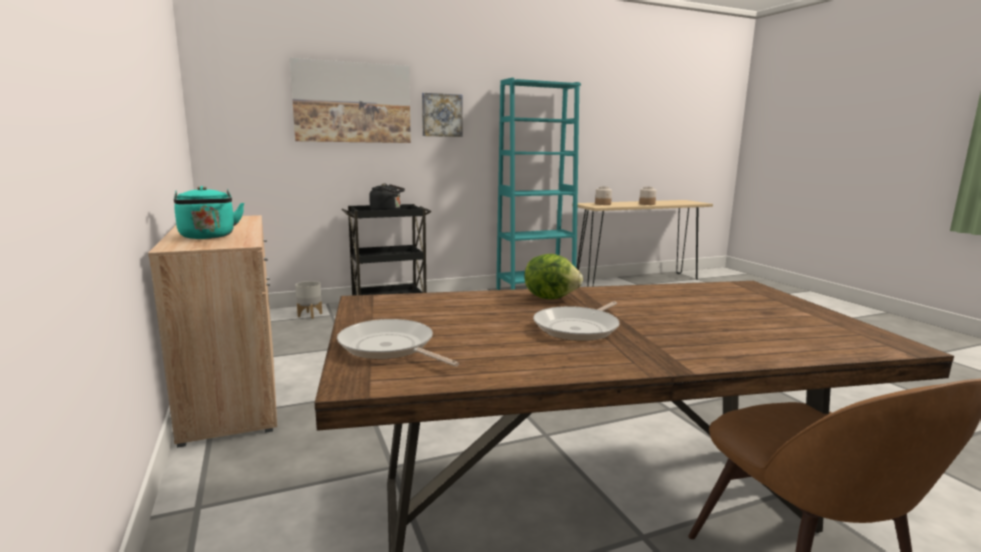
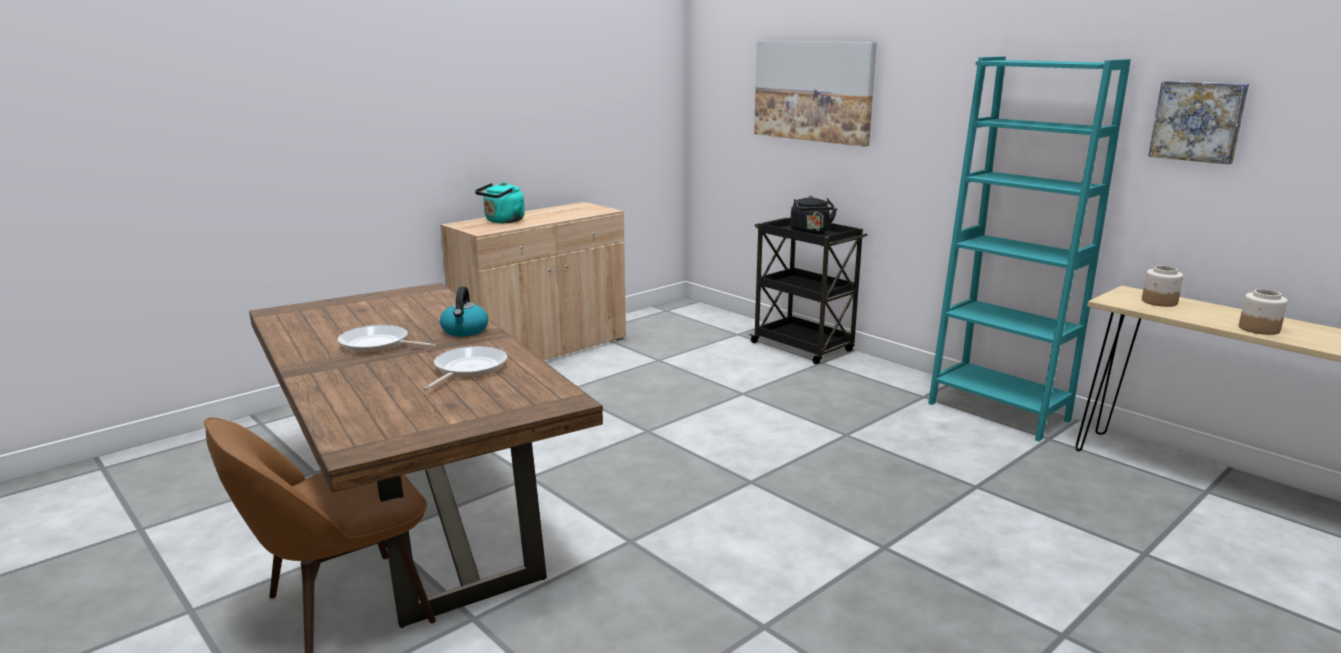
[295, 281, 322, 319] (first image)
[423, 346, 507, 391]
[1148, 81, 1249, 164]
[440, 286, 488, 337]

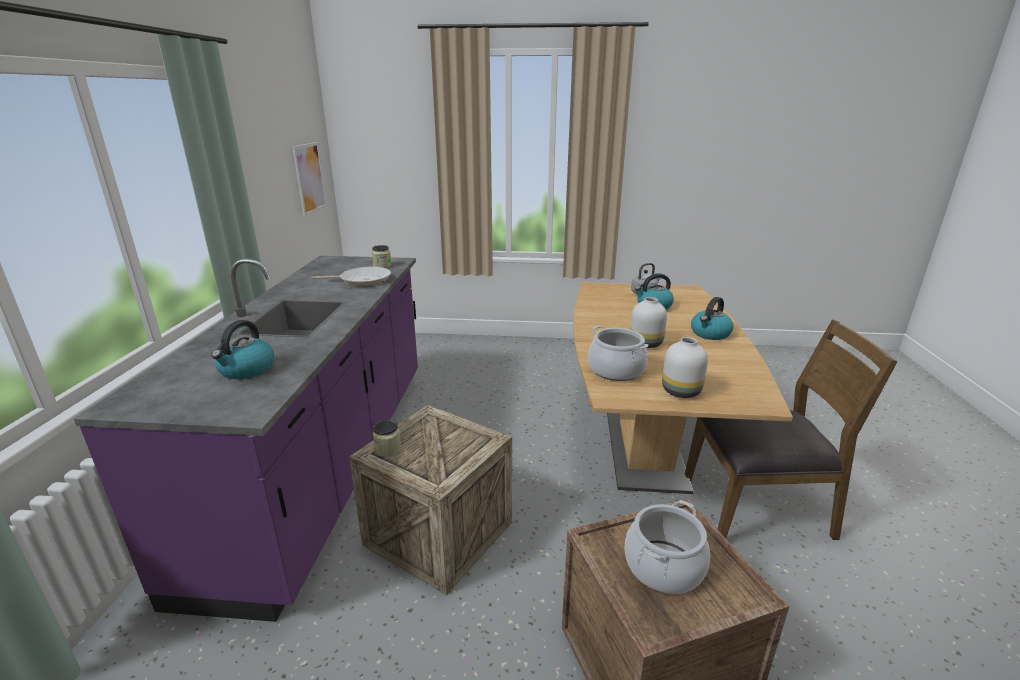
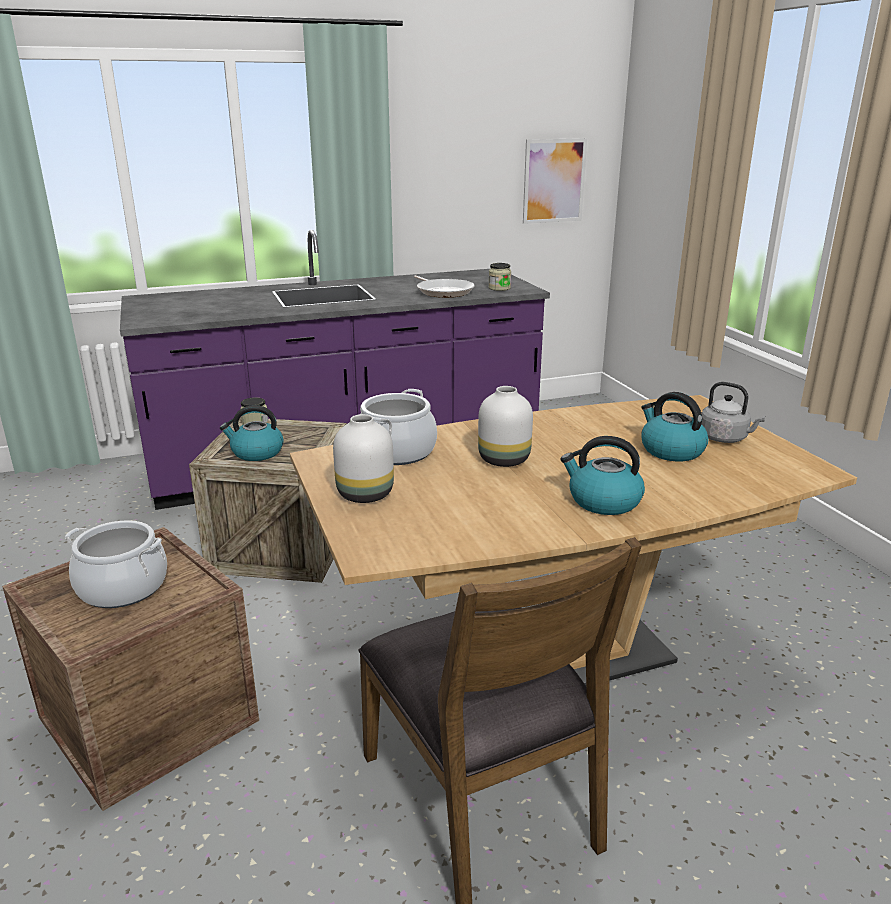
[220, 405, 284, 461]

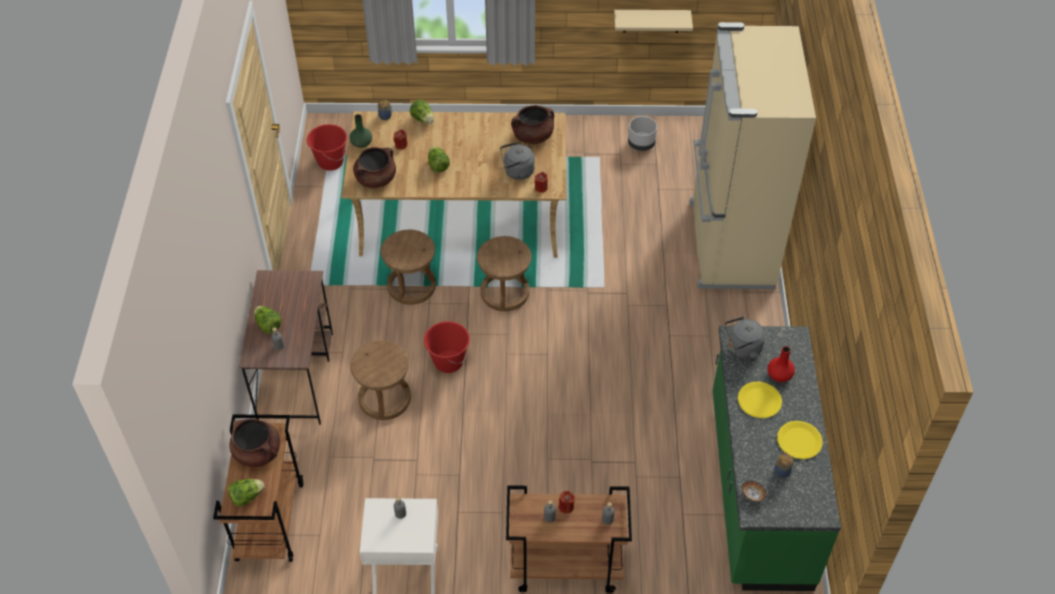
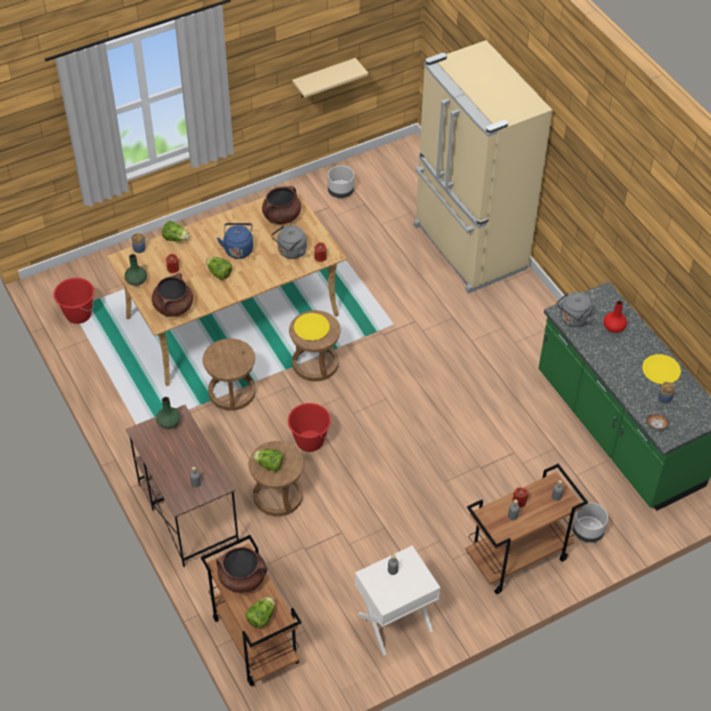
[156, 397, 181, 429]
[217, 223, 253, 259]
[573, 503, 608, 543]
[253, 449, 283, 472]
[294, 313, 330, 341]

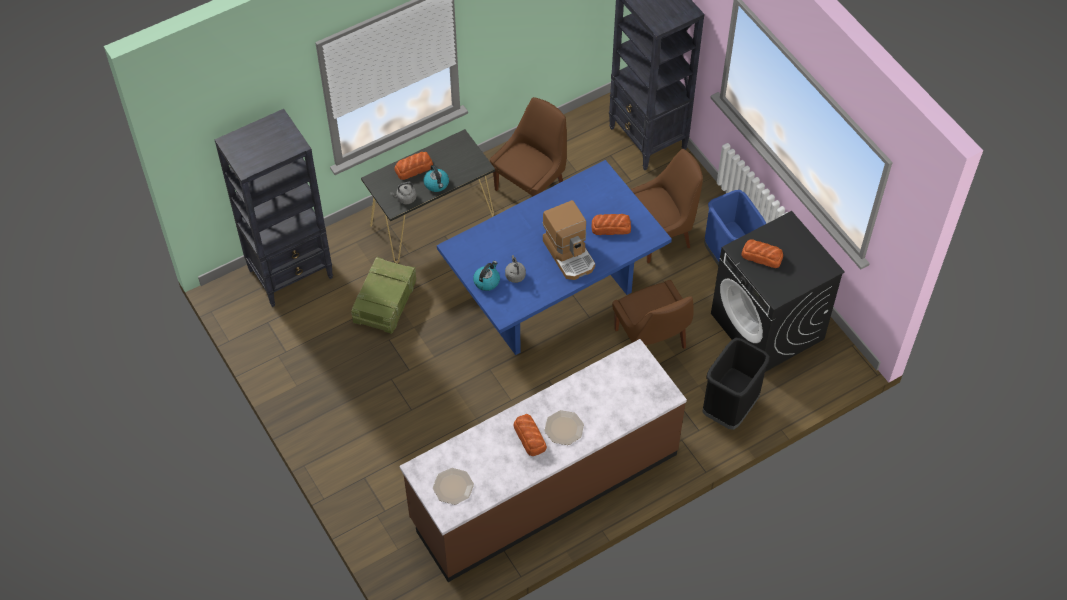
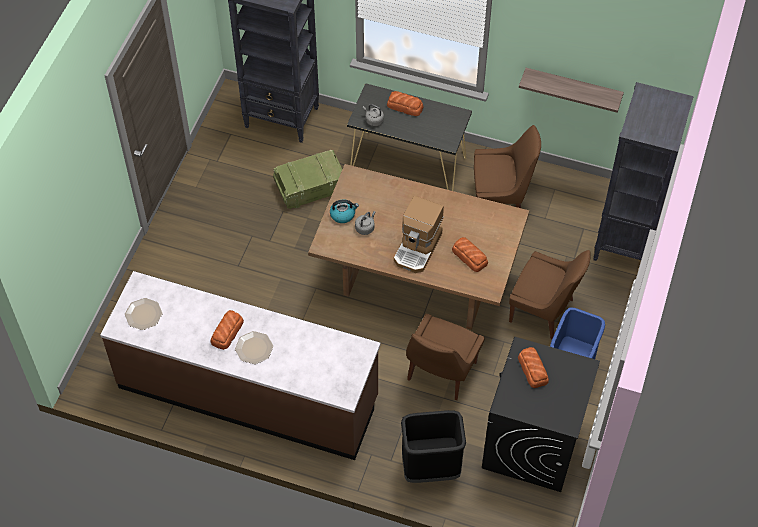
[424, 165, 449, 192] (first image)
[519, 68, 624, 113]
[308, 164, 529, 330]

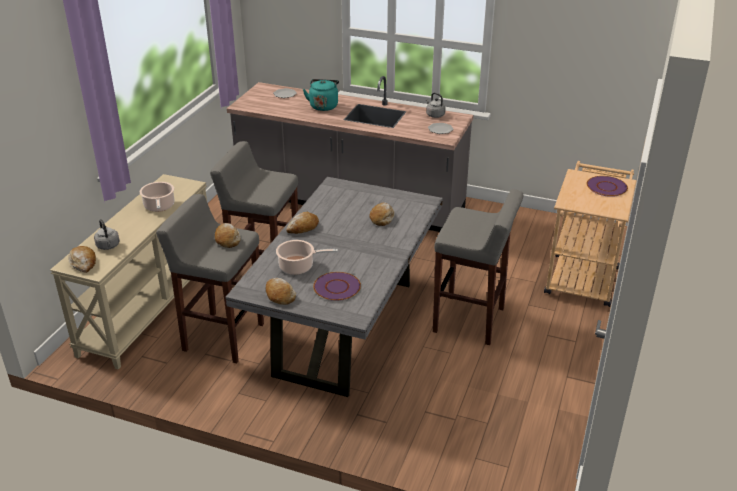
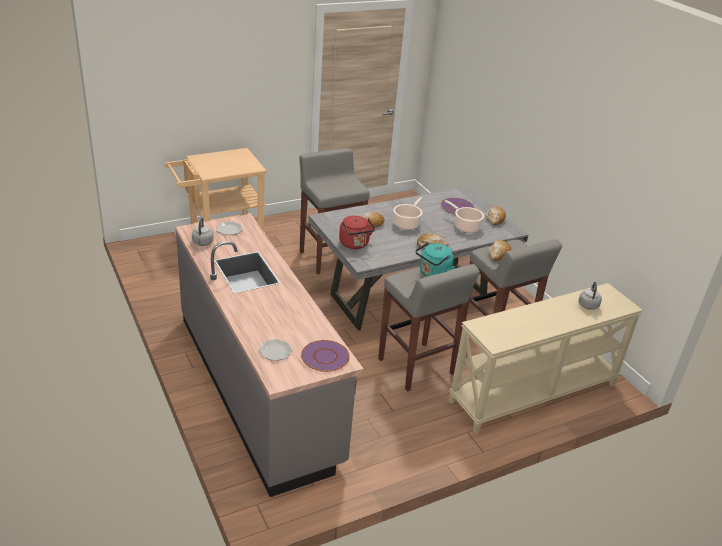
[68, 246, 96, 273] (first image)
[339, 216, 376, 249]
[393, 197, 423, 230]
[415, 242, 455, 277]
[301, 340, 350, 372]

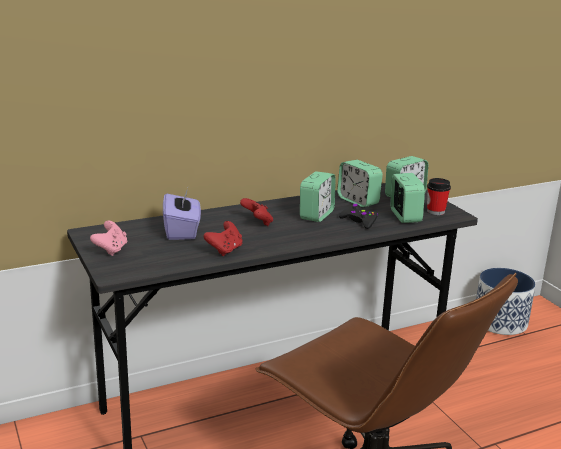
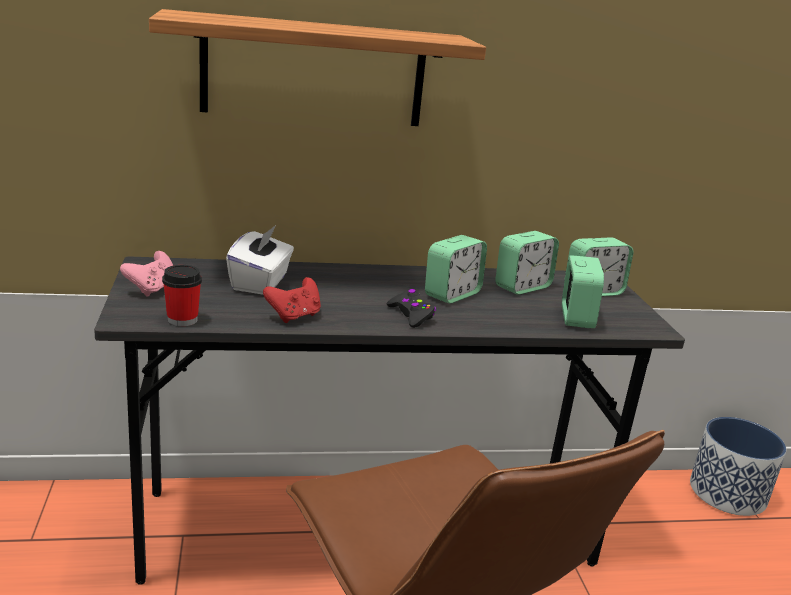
[240, 198, 273, 226] (first image)
[149, 9, 486, 126]
[387, 289, 436, 328]
[162, 265, 202, 326]
[226, 225, 294, 295]
[495, 231, 559, 295]

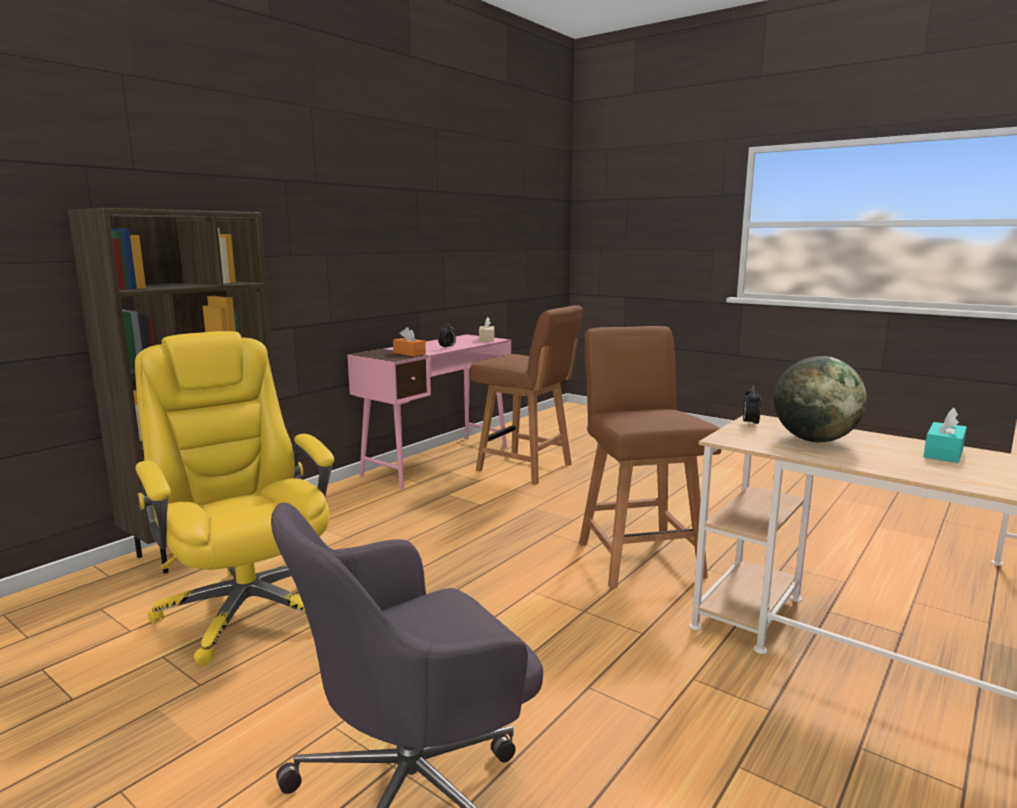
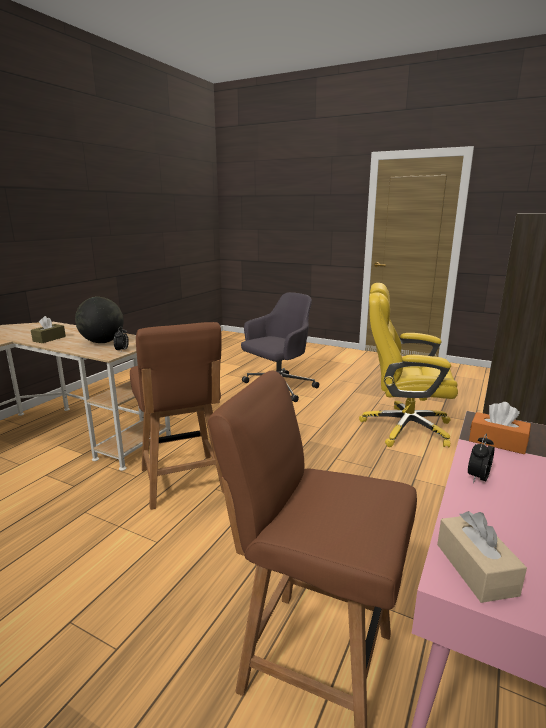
[31, 316, 66, 343]
[359, 283, 458, 447]

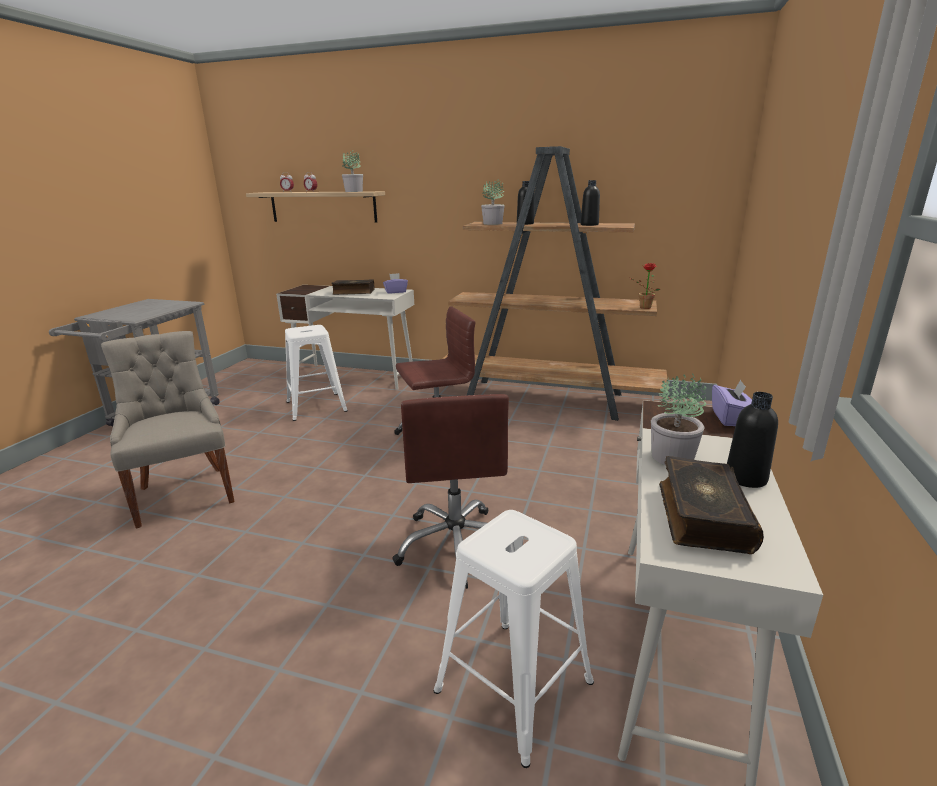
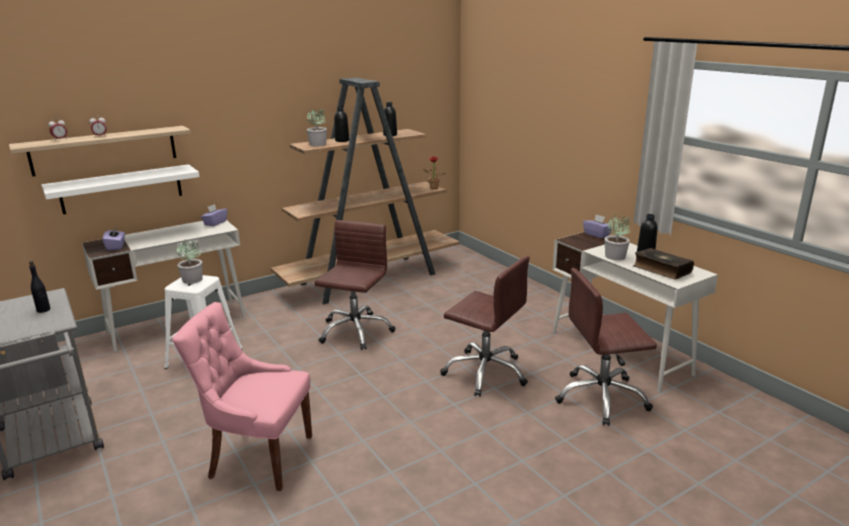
[331, 279, 375, 295] (first image)
[29, 261, 51, 313]
[42, 164, 200, 214]
[103, 226, 125, 251]
[176, 240, 202, 284]
[555, 268, 657, 426]
[172, 302, 312, 491]

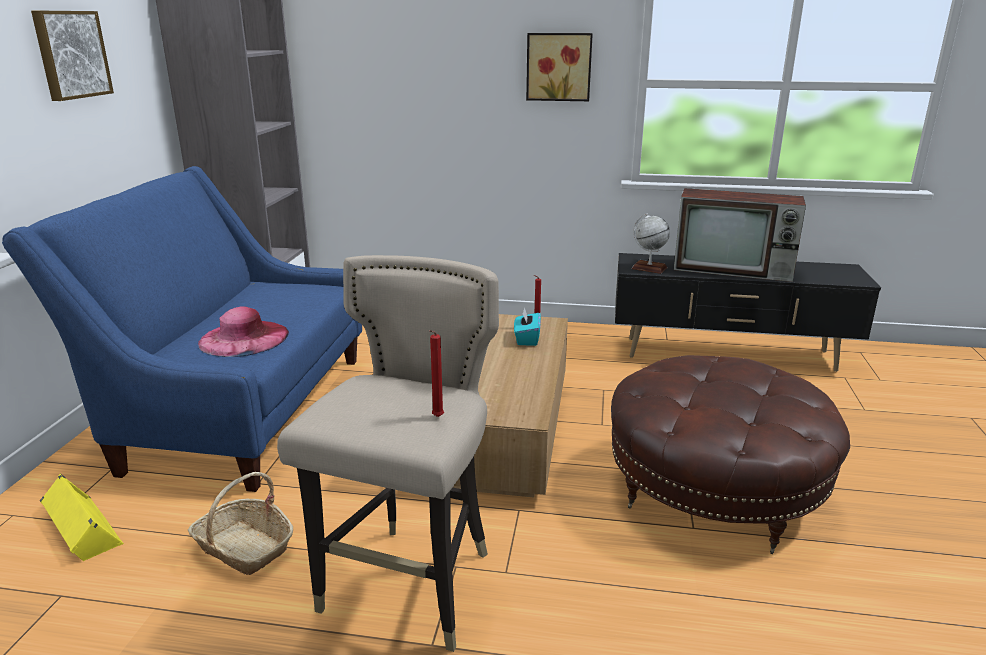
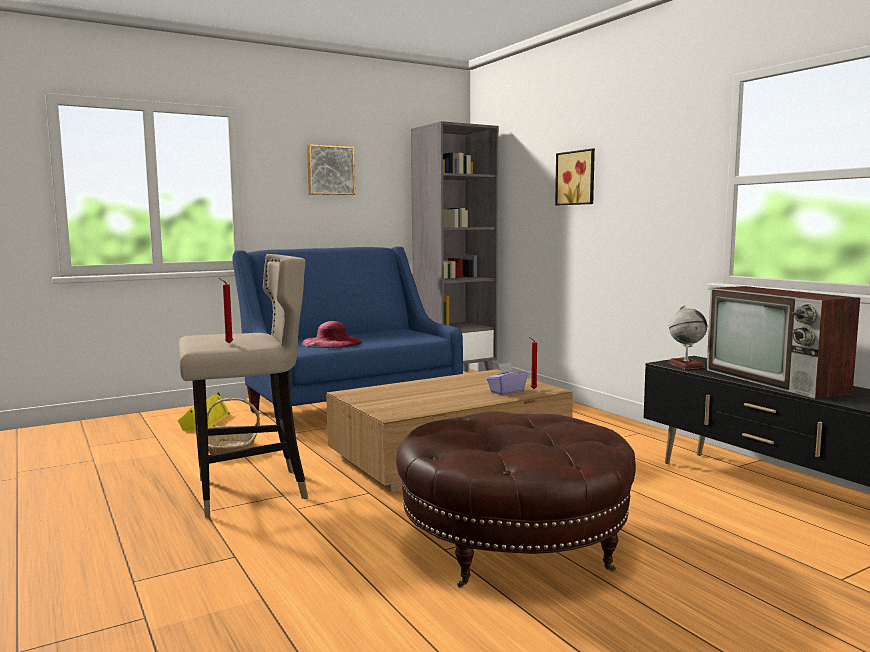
[555, 148, 595, 206]
[487, 362, 528, 395]

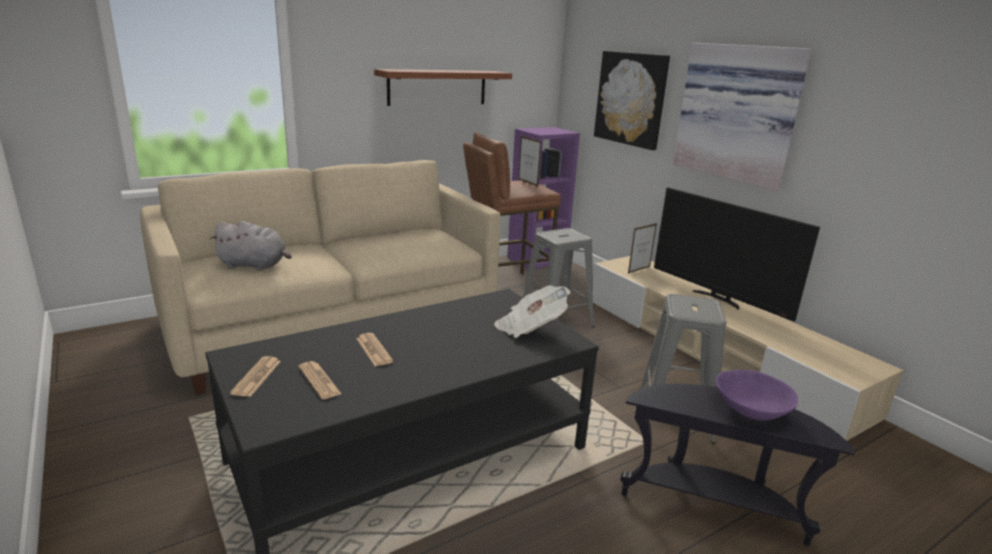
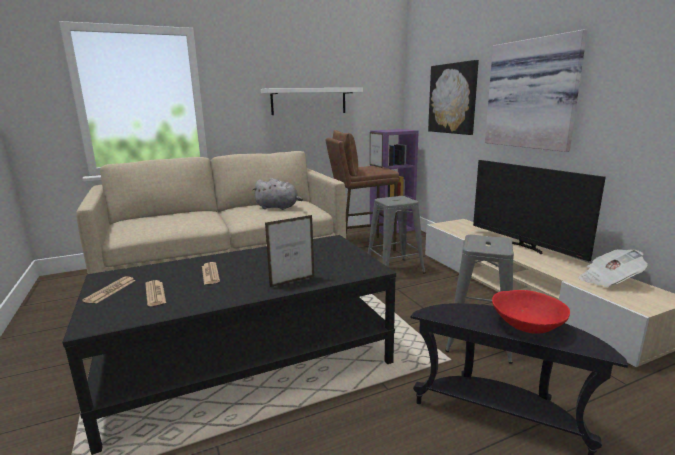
[253, 178, 303, 210]
[578, 249, 648, 287]
[265, 215, 315, 287]
[261, 88, 363, 115]
[492, 290, 570, 334]

